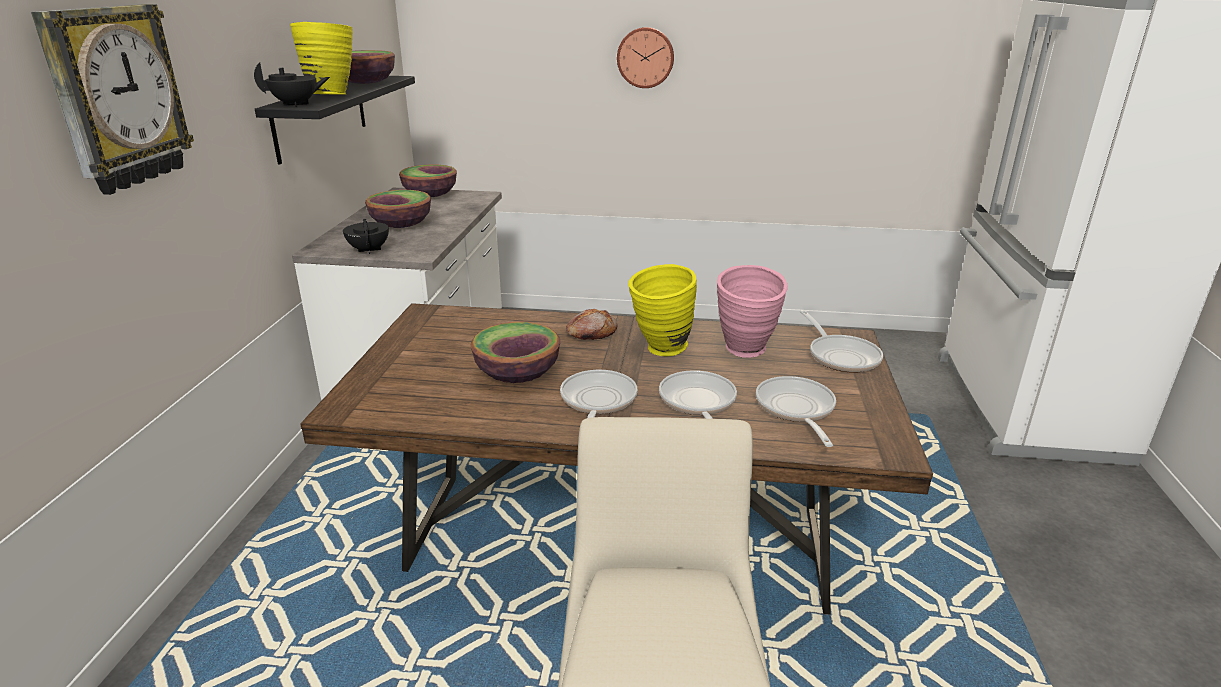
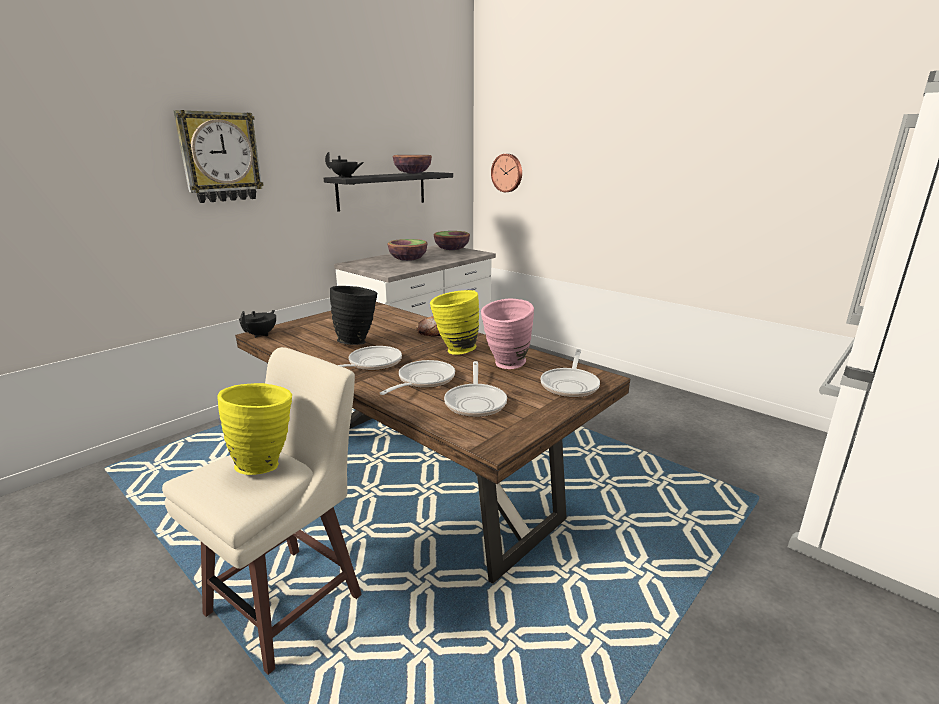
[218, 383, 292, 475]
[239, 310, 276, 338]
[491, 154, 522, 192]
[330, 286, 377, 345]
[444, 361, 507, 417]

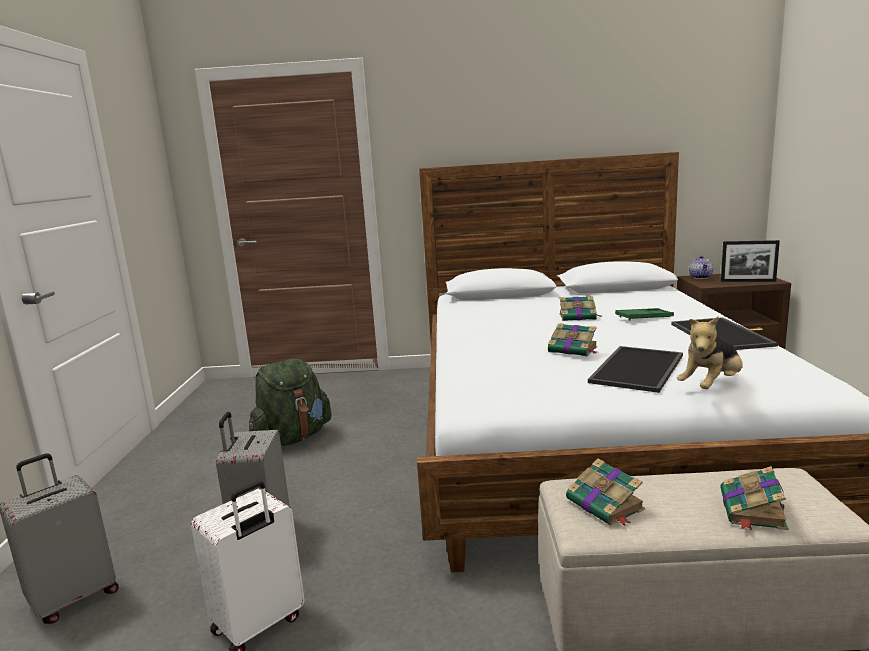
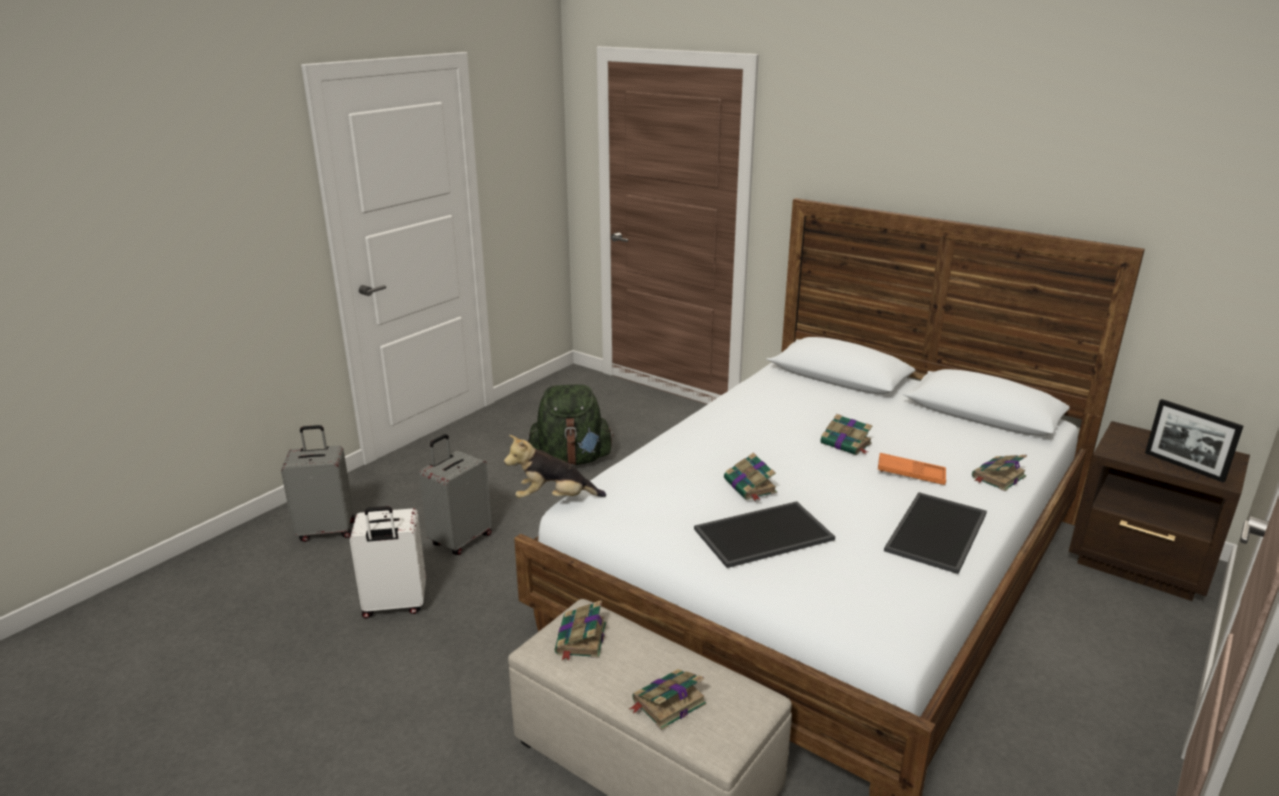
[689, 256, 713, 279] (first image)
[972, 455, 1027, 491]
[504, 435, 606, 498]
[878, 453, 946, 485]

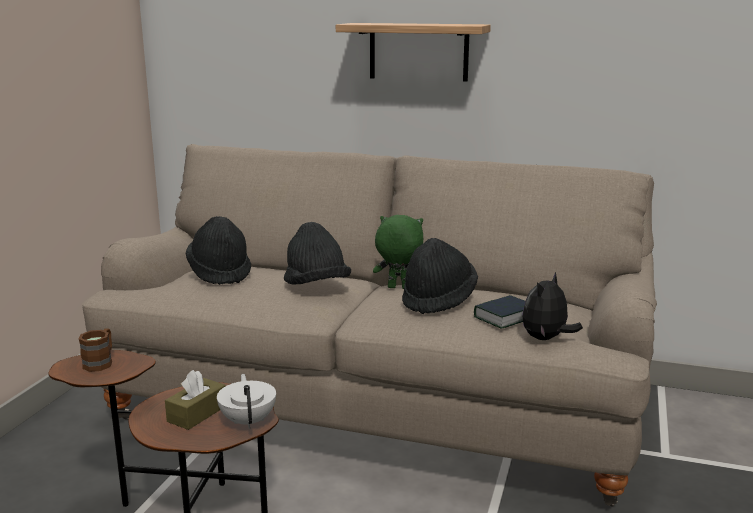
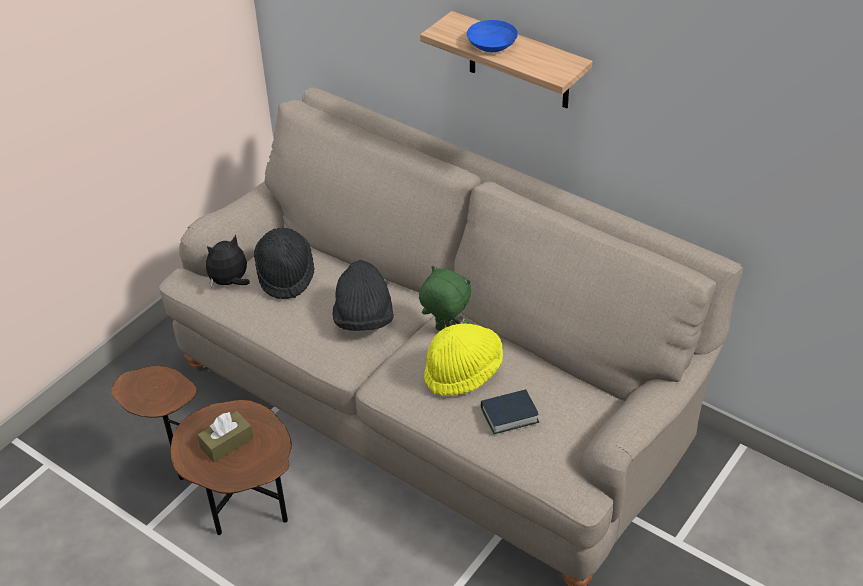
[79, 329, 112, 372] (first image)
[217, 374, 276, 429] (first image)
[467, 20, 518, 52]
[206, 235, 250, 287]
[424, 323, 503, 396]

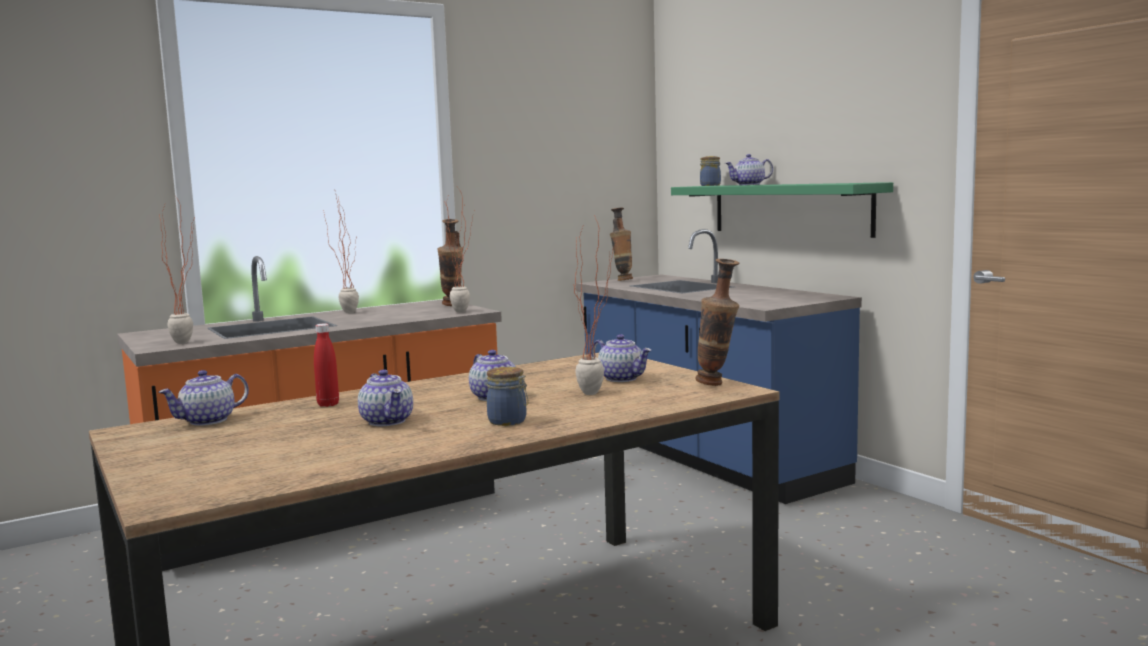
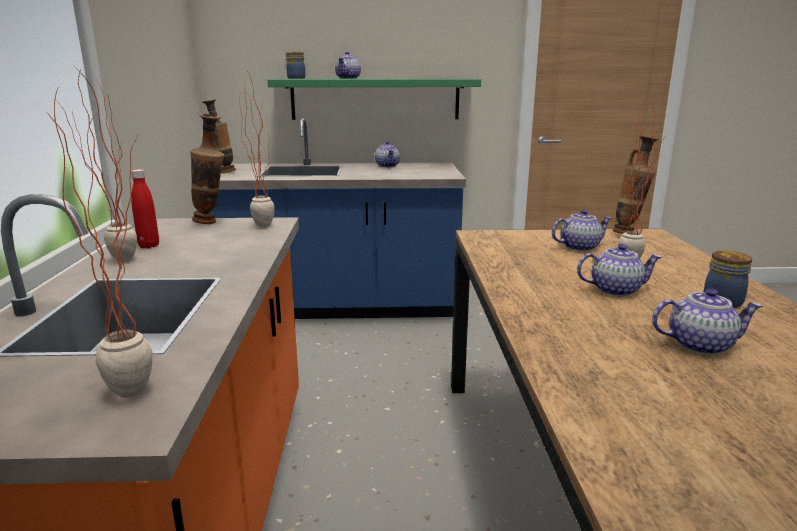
[375, 141, 400, 167]
[131, 169, 159, 248]

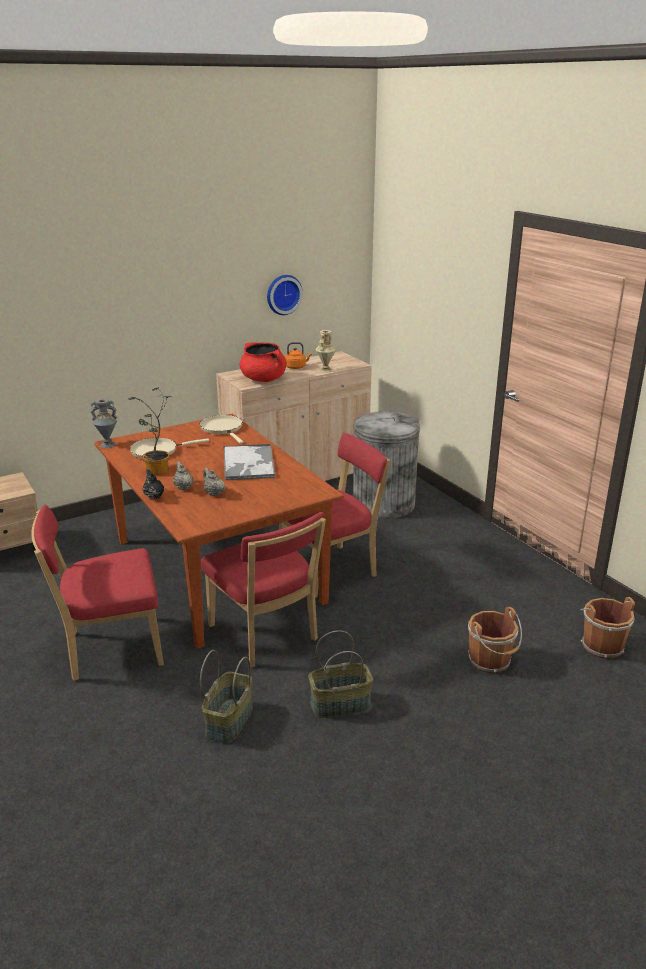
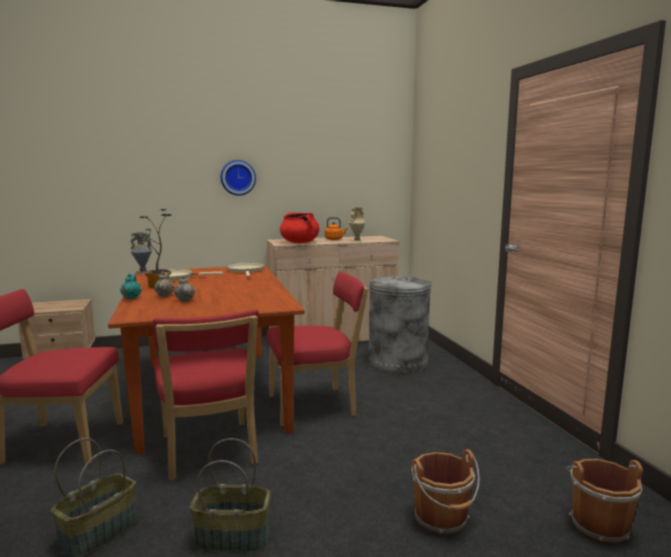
[224, 444, 276, 480] (first image)
[221, 160, 256, 196]
[120, 273, 142, 299]

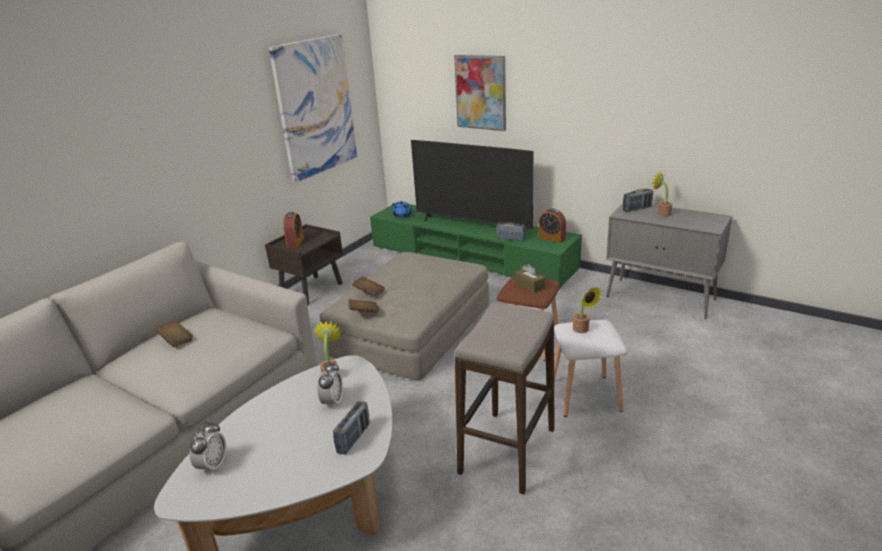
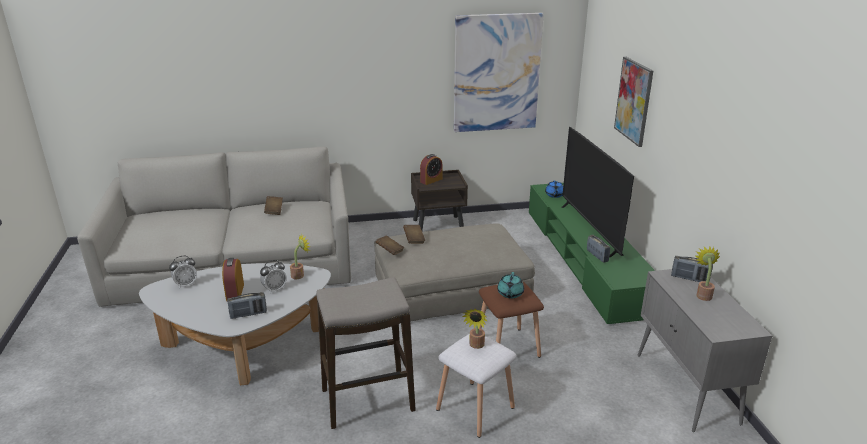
[222, 258, 244, 301]
[497, 272, 524, 298]

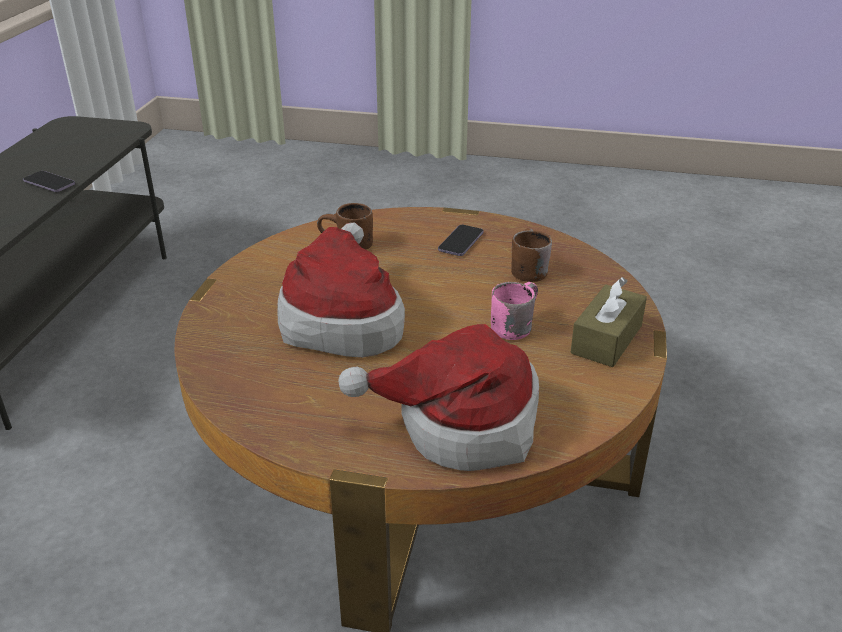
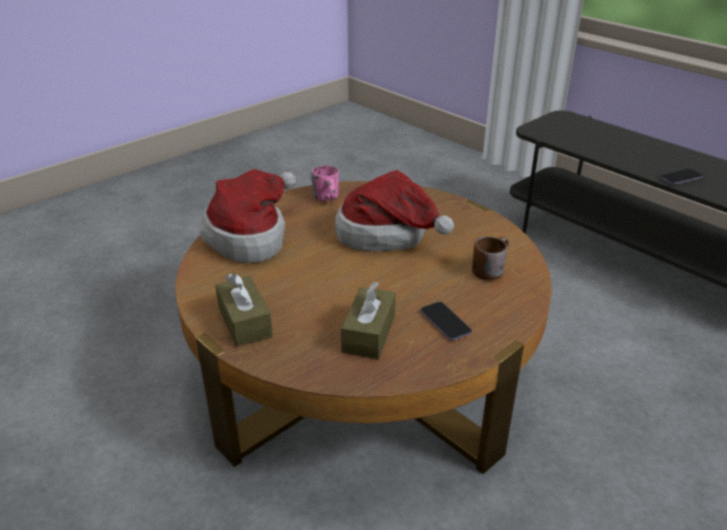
[311, 166, 339, 201]
[341, 282, 396, 359]

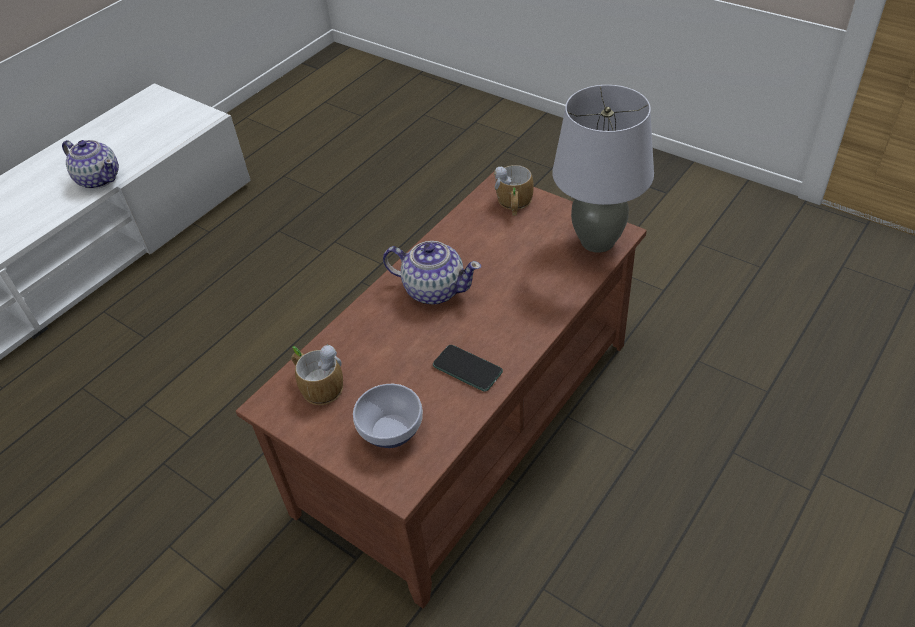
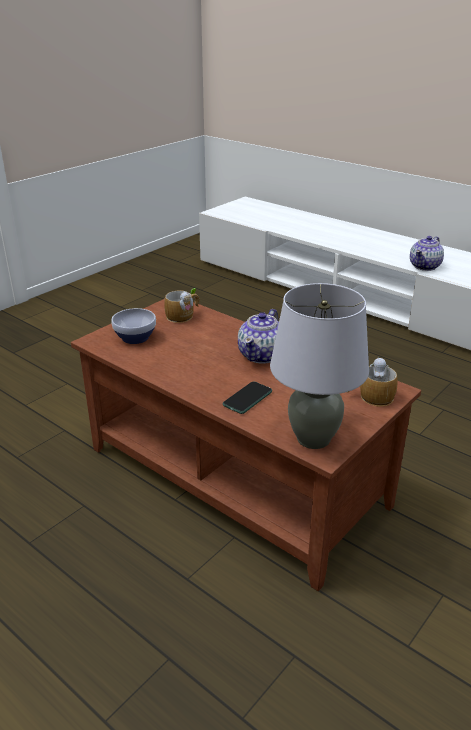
[223, 382, 272, 414]

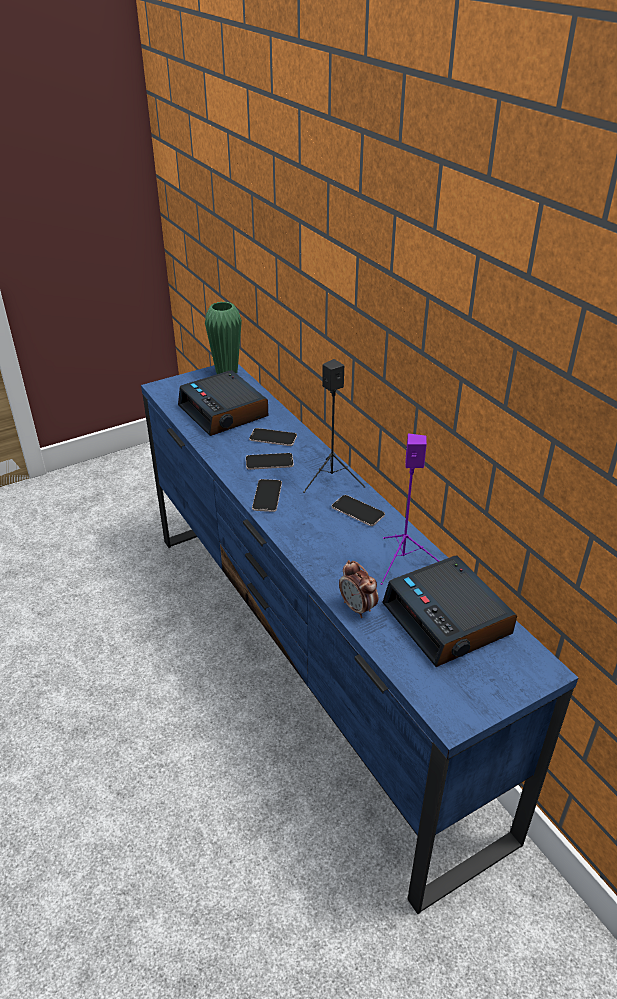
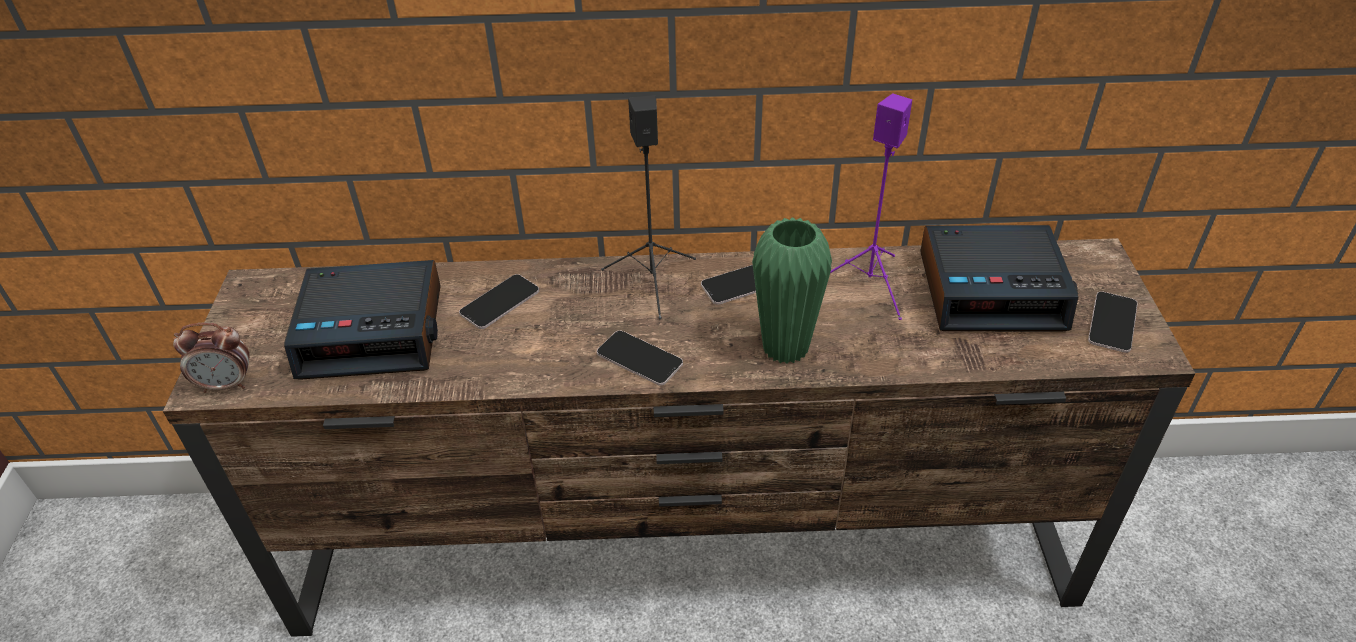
[752, 217, 832, 364]
[1088, 291, 1138, 353]
[173, 323, 249, 393]
[163, 238, 1196, 637]

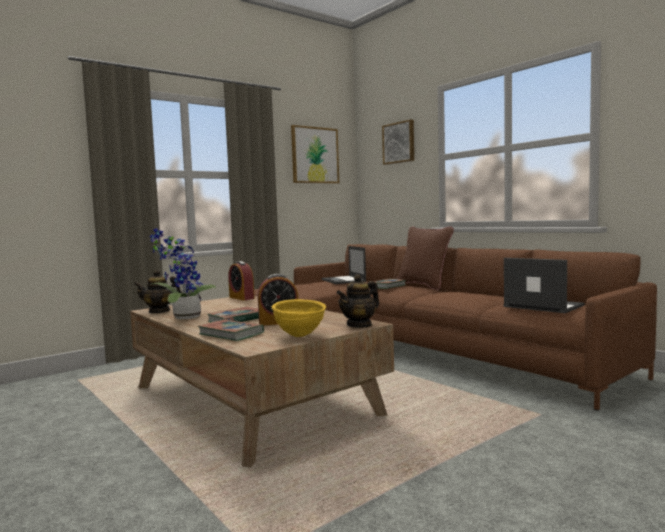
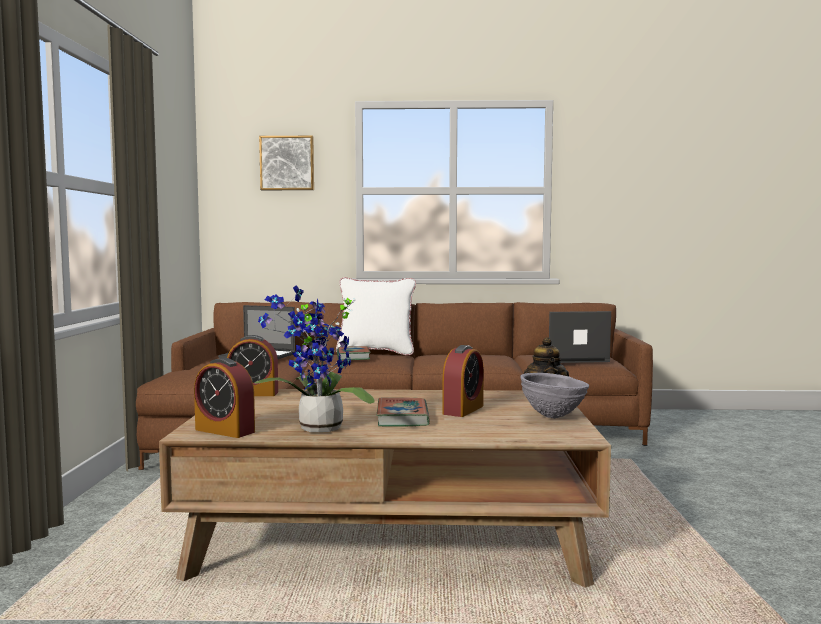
[198, 320, 264, 341] (first image)
[291, 125, 339, 184] (first image)
[194, 358, 255, 438]
[520, 373, 589, 419]
[336, 277, 416, 355]

